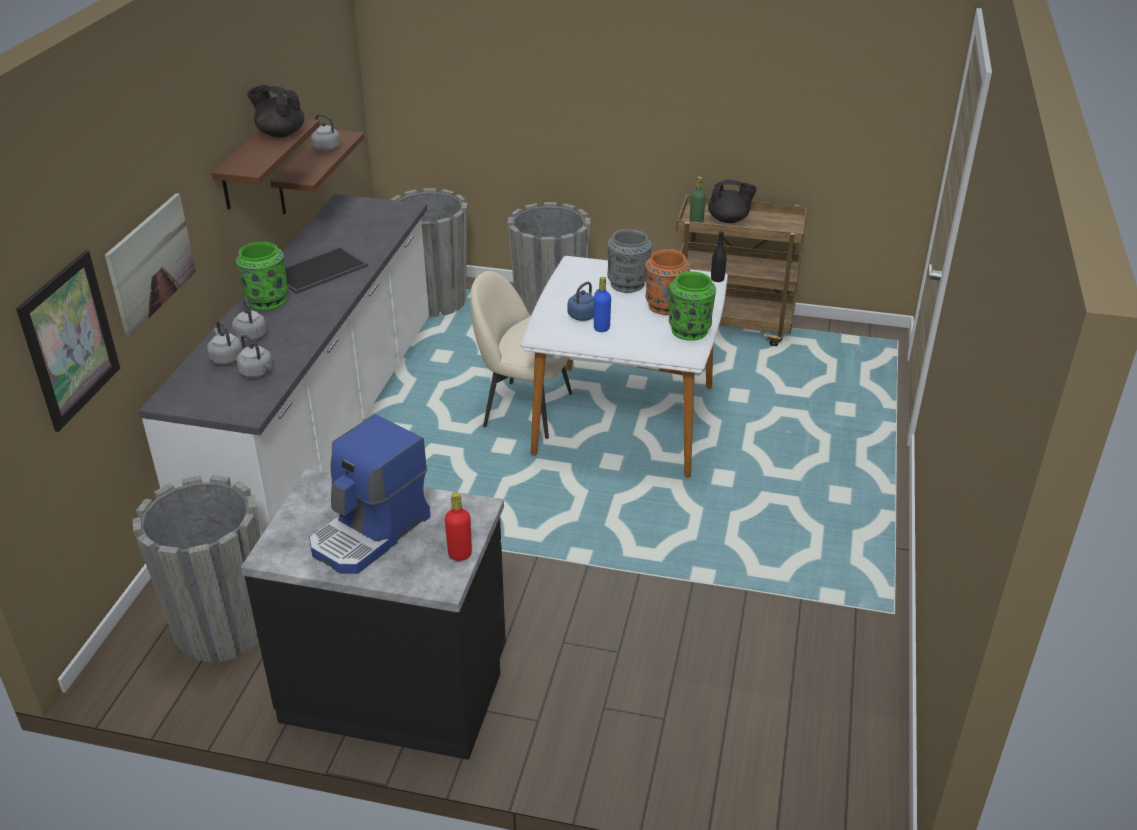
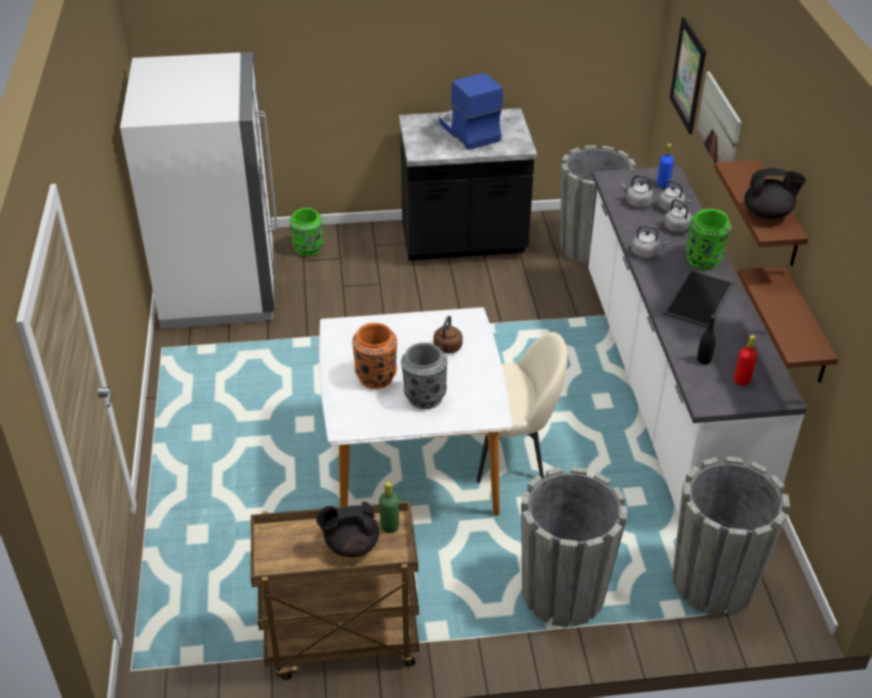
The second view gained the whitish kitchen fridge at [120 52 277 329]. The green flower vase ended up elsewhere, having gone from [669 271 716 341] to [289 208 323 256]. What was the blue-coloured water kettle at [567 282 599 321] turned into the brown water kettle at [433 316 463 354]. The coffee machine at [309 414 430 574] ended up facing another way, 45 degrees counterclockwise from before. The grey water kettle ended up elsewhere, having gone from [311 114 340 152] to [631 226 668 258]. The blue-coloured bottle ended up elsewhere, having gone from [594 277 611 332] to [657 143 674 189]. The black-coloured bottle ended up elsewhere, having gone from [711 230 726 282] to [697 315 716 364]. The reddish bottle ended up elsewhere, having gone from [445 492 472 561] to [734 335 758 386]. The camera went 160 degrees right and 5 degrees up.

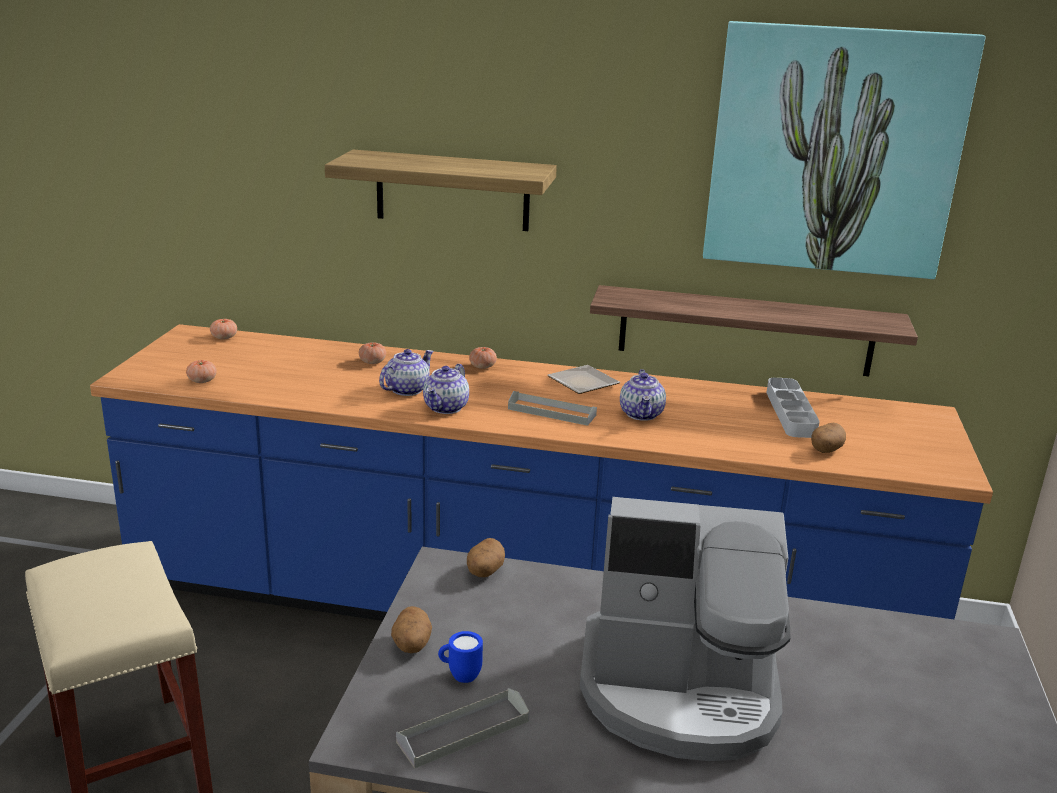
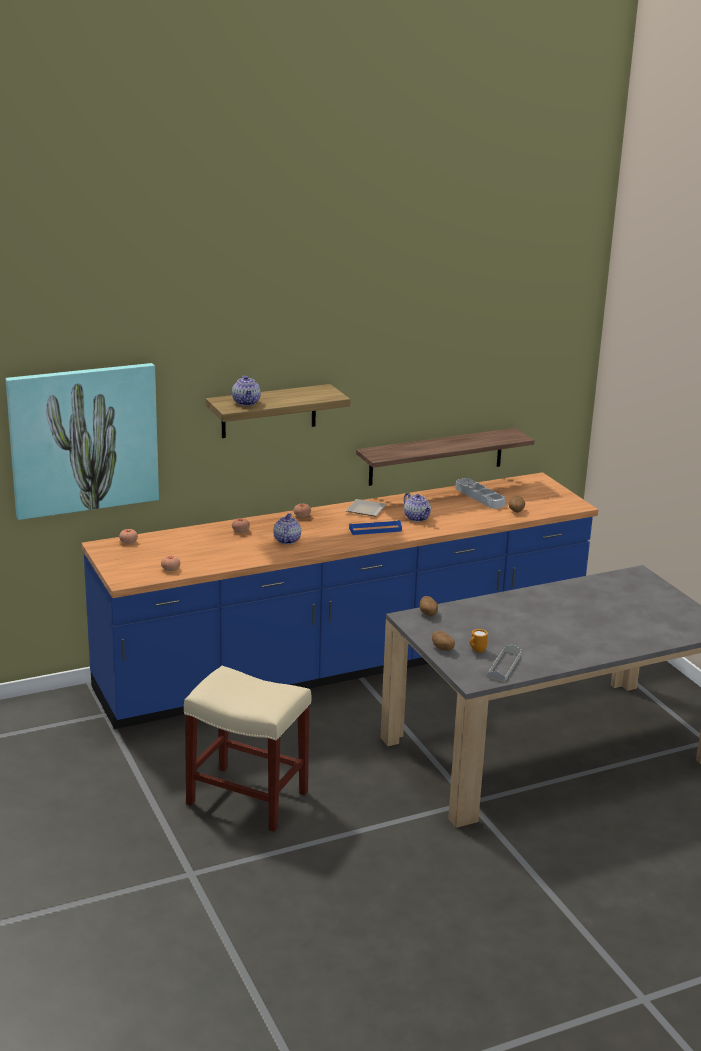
The wall art ended up elsewhere, having gone from [703 21 986 279] to [6 363 159 520]. The tea pot ended up elsewhere, having gone from [423 364 469 414] to [232 375 261 406]. What was the grey tray at [508 391 597 426] turned into the blue-coloured tray at [349 520 402 535]. What was the blue-coloured mug at [438 631 483 683] turned into the orange-coloured mug at [470 629 488 653]. The second view lost the coffee machine at [580 497 790 761]. The camera went 35 degrees left and 0 degrees up.

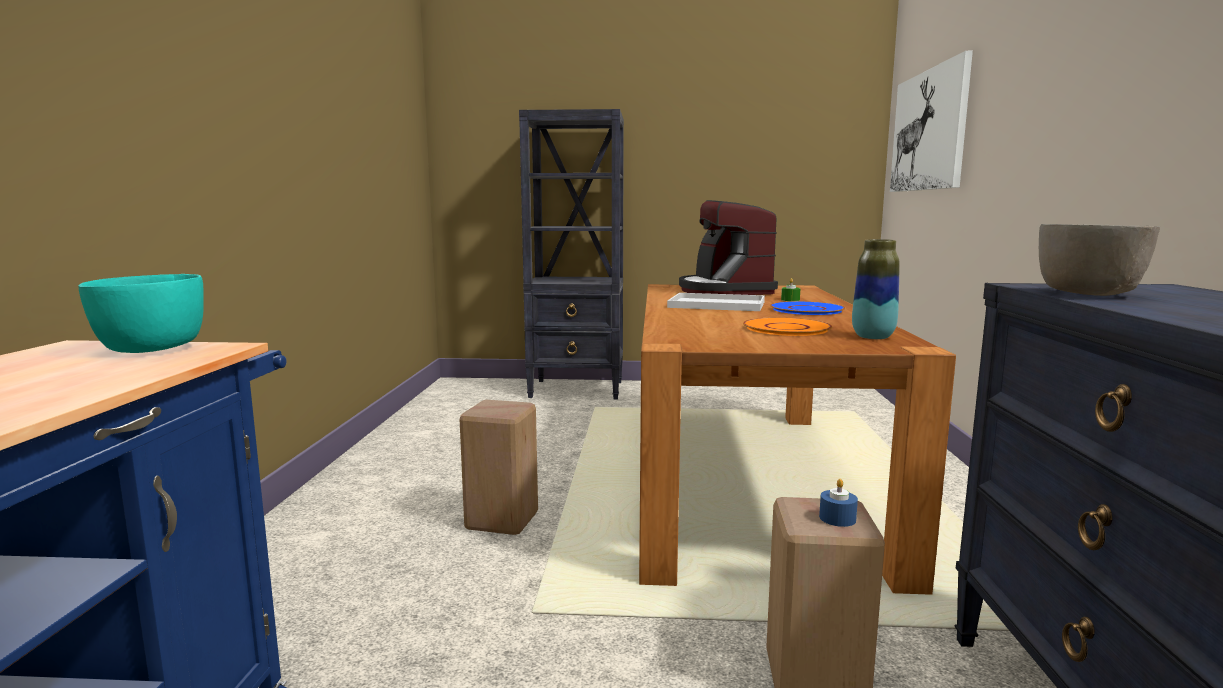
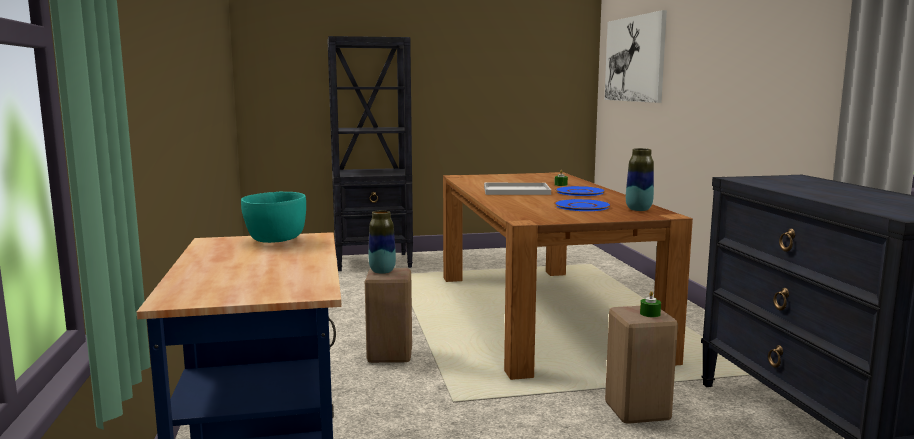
The second view gained the flower vase at [369 210 396 274]. What was the orange-coloured dinner plate at [743 317 832 336] turned into the blue-coloured dinner plate at [554 199 612 211]. What was the blue-coloured wax light at [819 479 858 527] turned into the green wax light at [640 291 661 317]. The second view lost the coffee machine at [679 200 778 295]. The second view lost the grey deep dish at [1039 224 1160 296]. The camera went 15 degrees left and 0 degrees up.

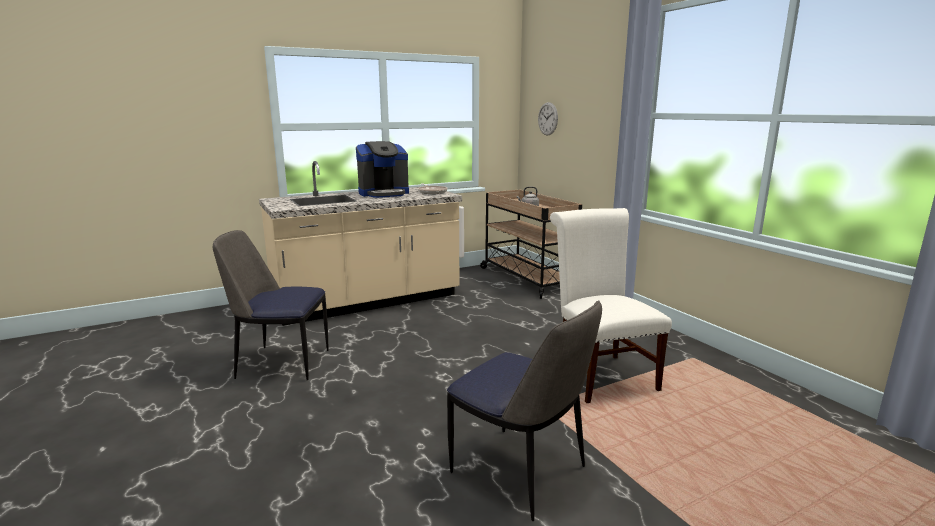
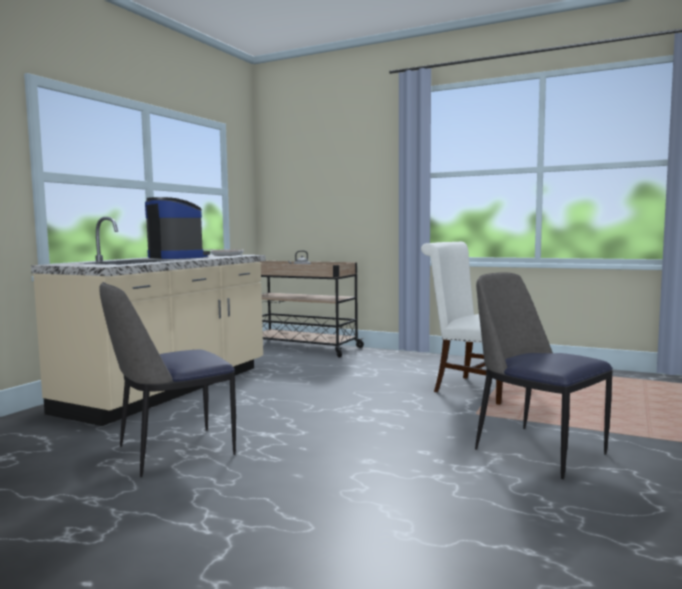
The coffee machine at [356 141 409 198] ended up facing another way, 75 degrees counterclockwise from before. The plain chair at [447 300 602 521] ended up facing another way, 135 degrees counterclockwise from before. The second view lost the hanging clock at [538 102 558 136]. The camera went 35 degrees left and 10 degrees down.

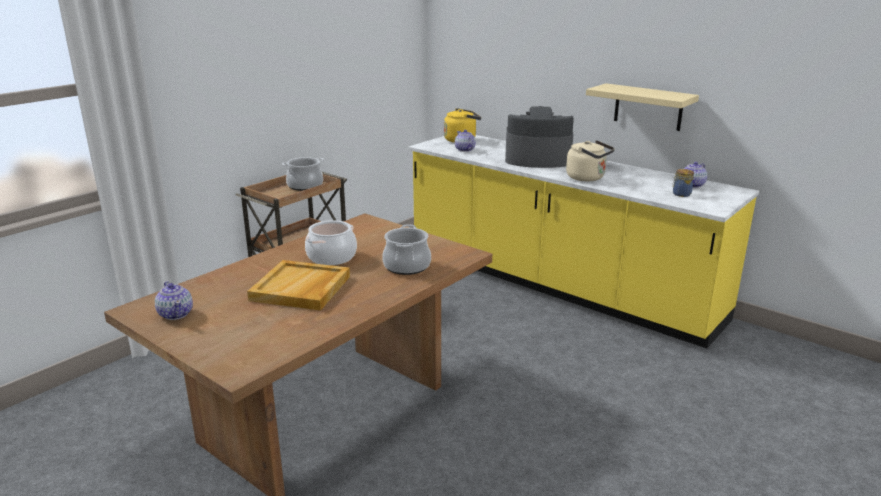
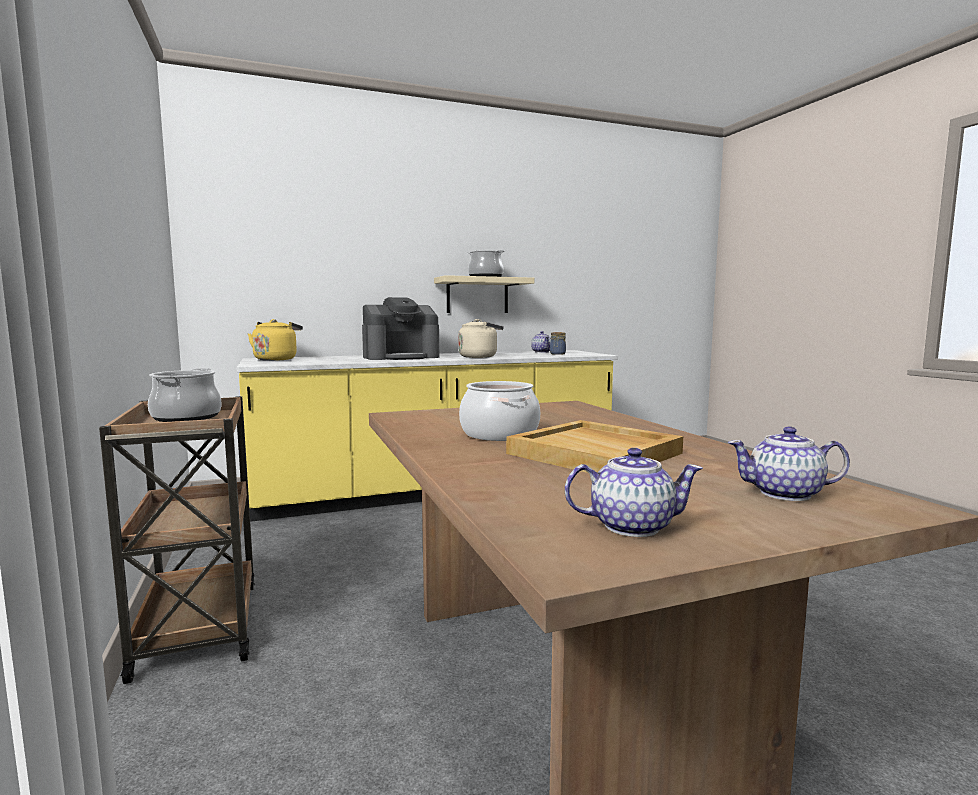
The coffee machine at [505 106 574 168] ended up facing another way, 150 degrees counterclockwise from before. The cooking pot ended up elsewhere, having gone from [382 224 431 275] to [467 250 505 277]. The tea pot ended up elsewhere, having gone from [455 130 476 152] to [728 426 850 501]. The camera went 60 degrees left and 15 degrees down.

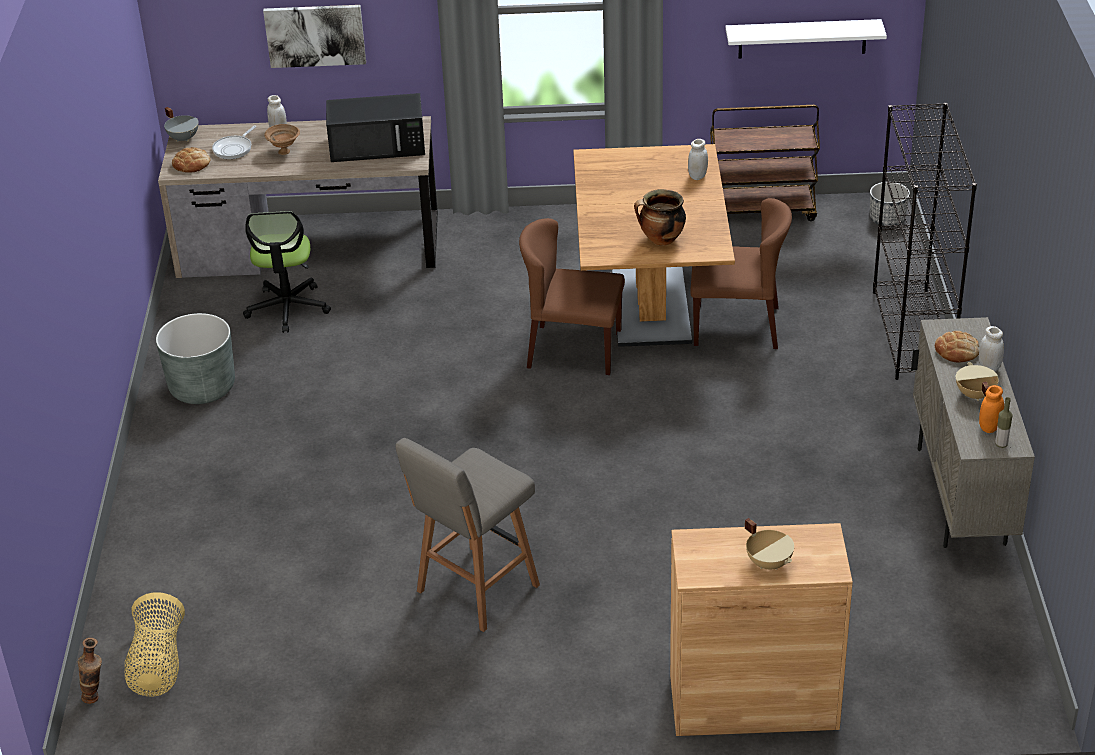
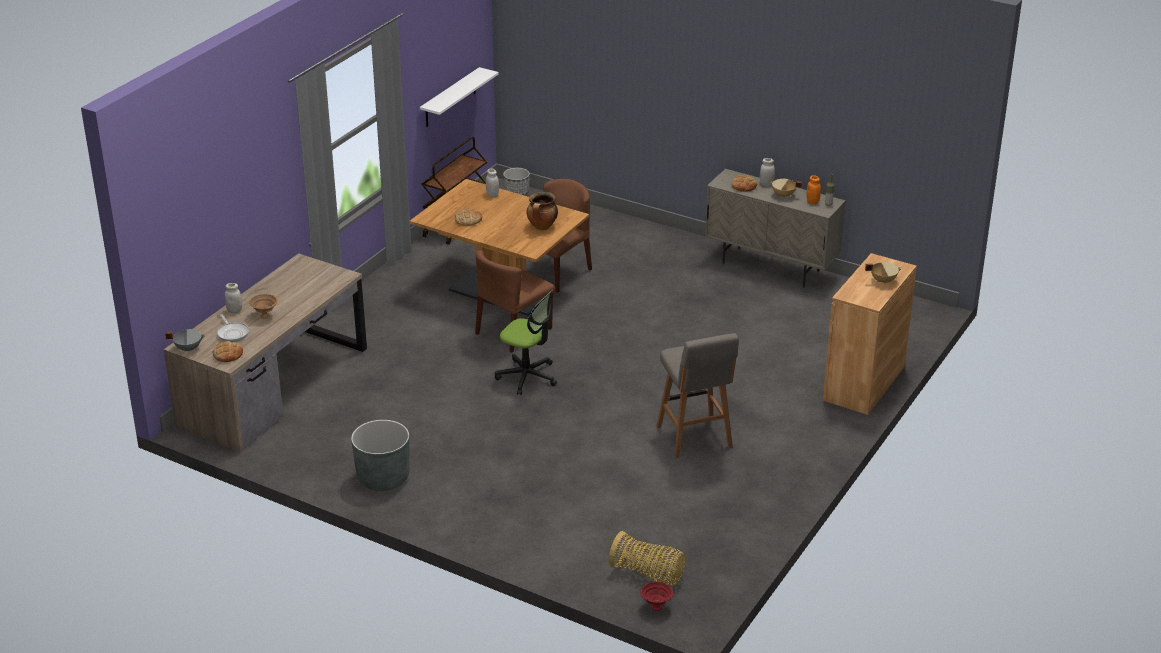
The second view gained the baked bread at [455 209 482 226]. The desk chair ended up elsewhere, having gone from [243 211 331 333] to [495 290 557 395]. Where the flower vase stood at [78 638 102 704], the reddish deep dish came to stand at [640 582 673 611]. The second view lost the wall art at [263 5 366 68]. The second view lost the black-coloured microwave at [326 93 425 162]. The second view lost the black-coloured shelving unit at [873 103 977 380]. The camera went 60 degrees left and 5 degrees down.

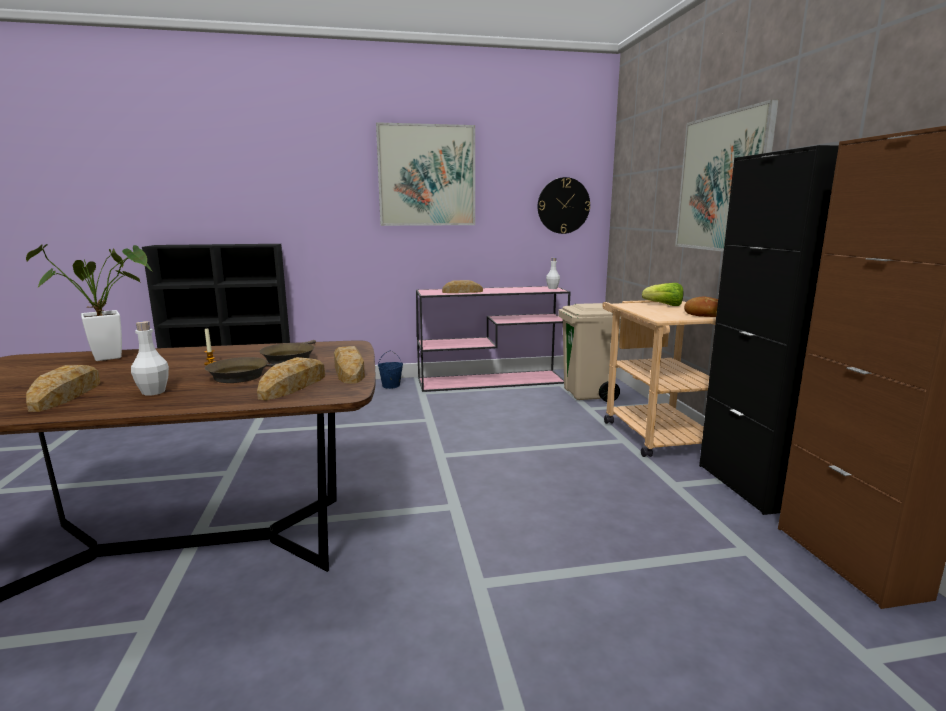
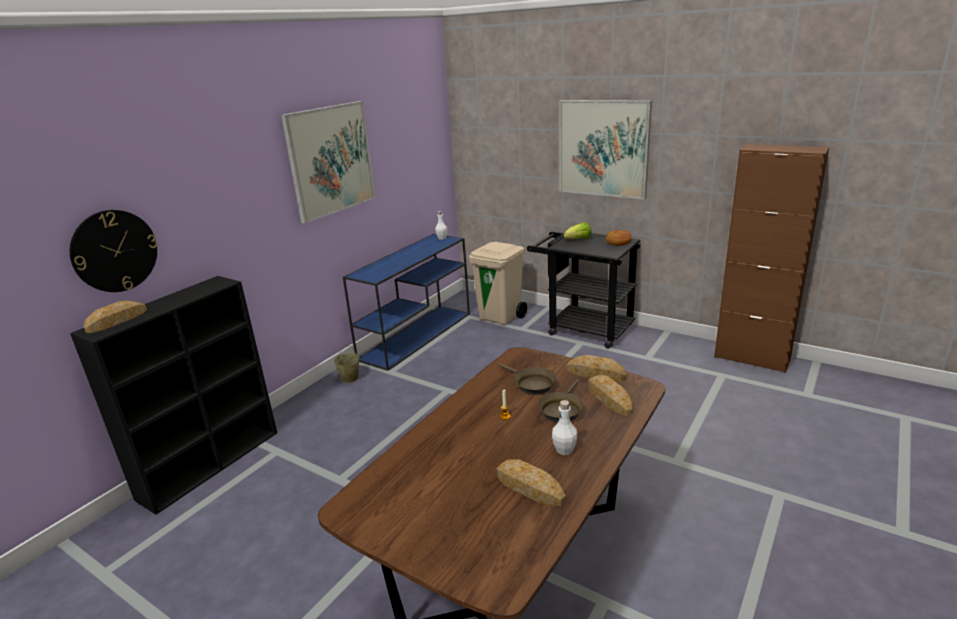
The hanging clock ended up elsewhere, having gone from [538 177 590 234] to [70 210 158 292]. The baked bread ended up elsewhere, having gone from [442 280 483 293] to [84 301 147 333]. What was the blue-coloured pail at [378 351 403 389] turned into the beige pail at [334 345 359 383]. What was the pink-coloured narrow table at [416 286 570 392] turned into the blue-coloured narrow table at [343 234 470 371]. What was the beige cart at [602 300 716 457] turned into the black-coloured cart at [527 232 640 348]. The second view lost the houseplant at [26 244 154 361]. The second view lost the black-coloured cupboard at [699 145 839 515]. The camera went 45 degrees left and 10 degrees up.

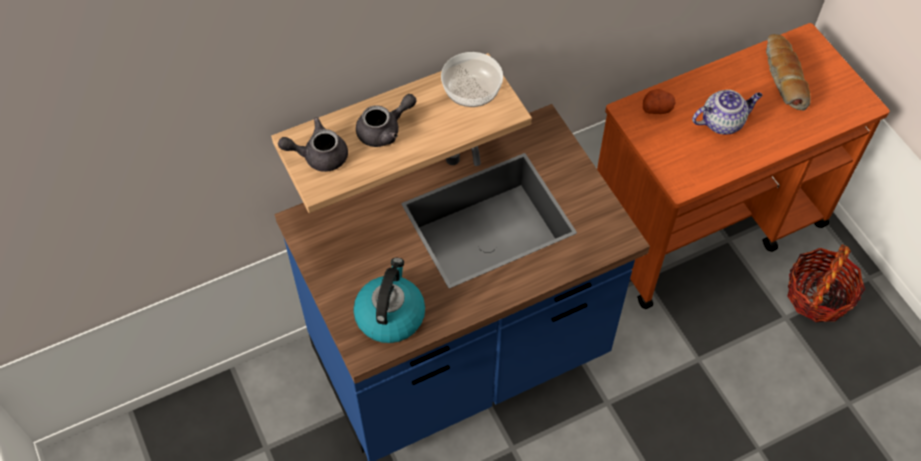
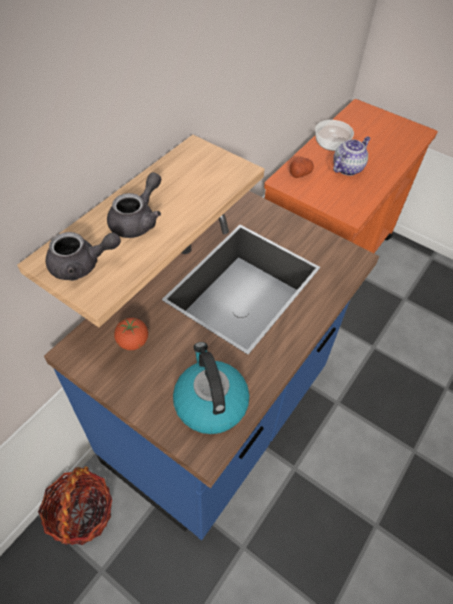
The basket ended up elsewhere, having gone from [787 244 865 322] to [38 467 112 545]. The grey tea pot at [278 117 348 172] ended up facing another way, 150 degrees counterclockwise from before. The second view gained the tomato at [114 318 148 350]. The deep dish ended up elsewhere, having gone from [441 52 503 107] to [315 120 354 151]. The second view lost the baked bread at [766 34 811 111]. The camera went 30 degrees left and 5 degrees down.

